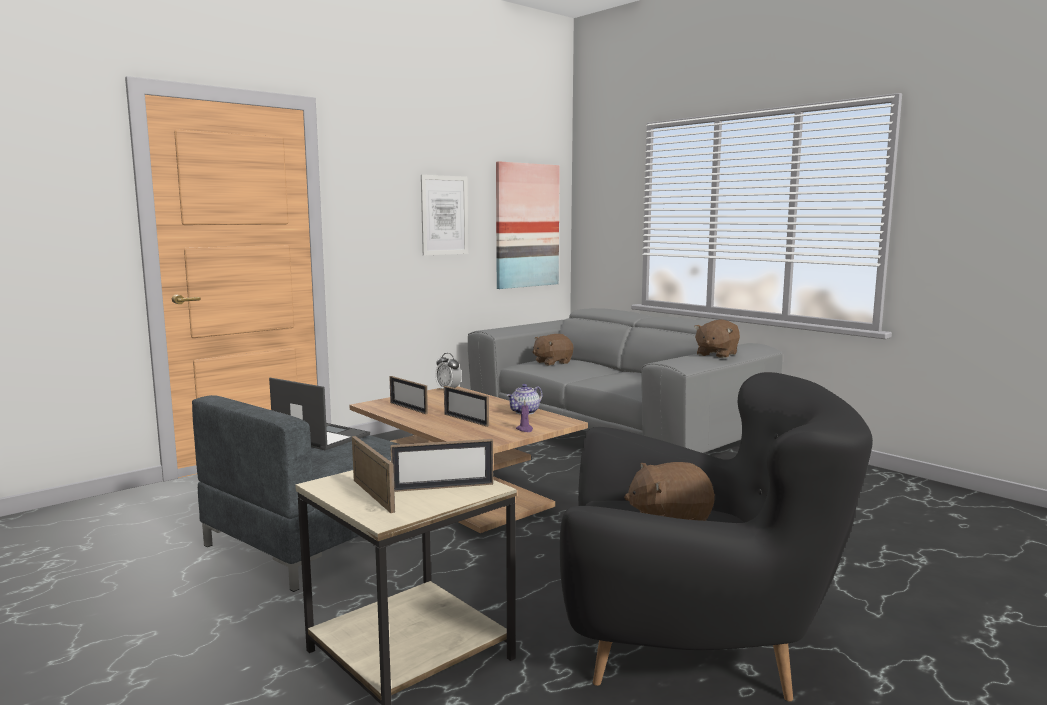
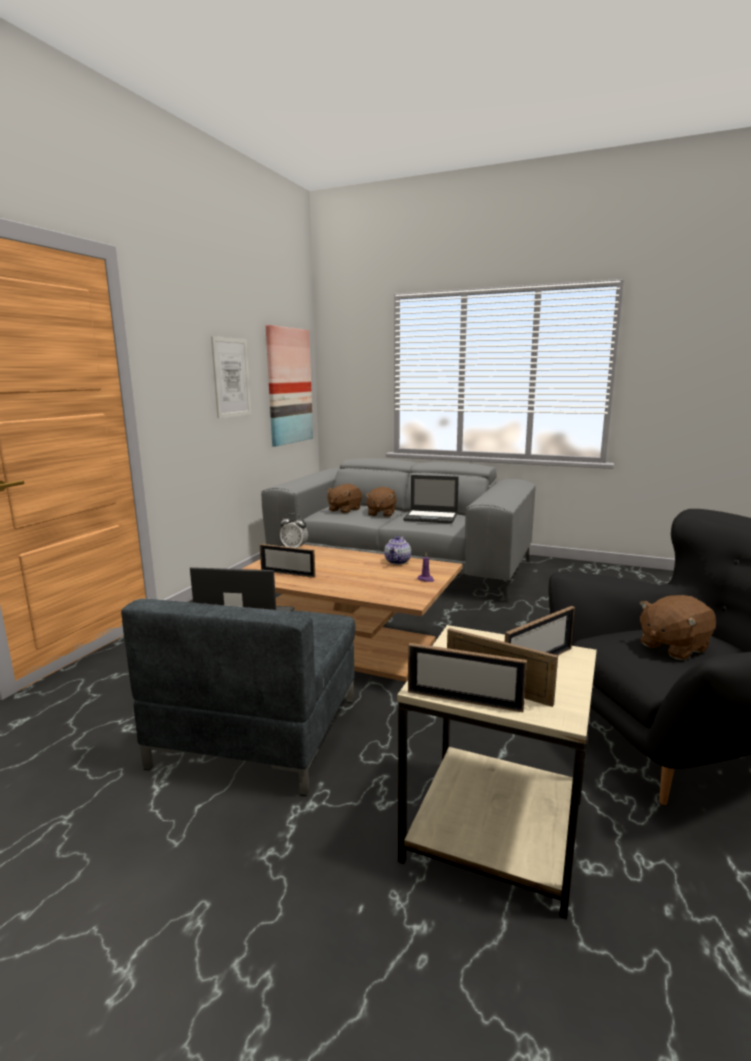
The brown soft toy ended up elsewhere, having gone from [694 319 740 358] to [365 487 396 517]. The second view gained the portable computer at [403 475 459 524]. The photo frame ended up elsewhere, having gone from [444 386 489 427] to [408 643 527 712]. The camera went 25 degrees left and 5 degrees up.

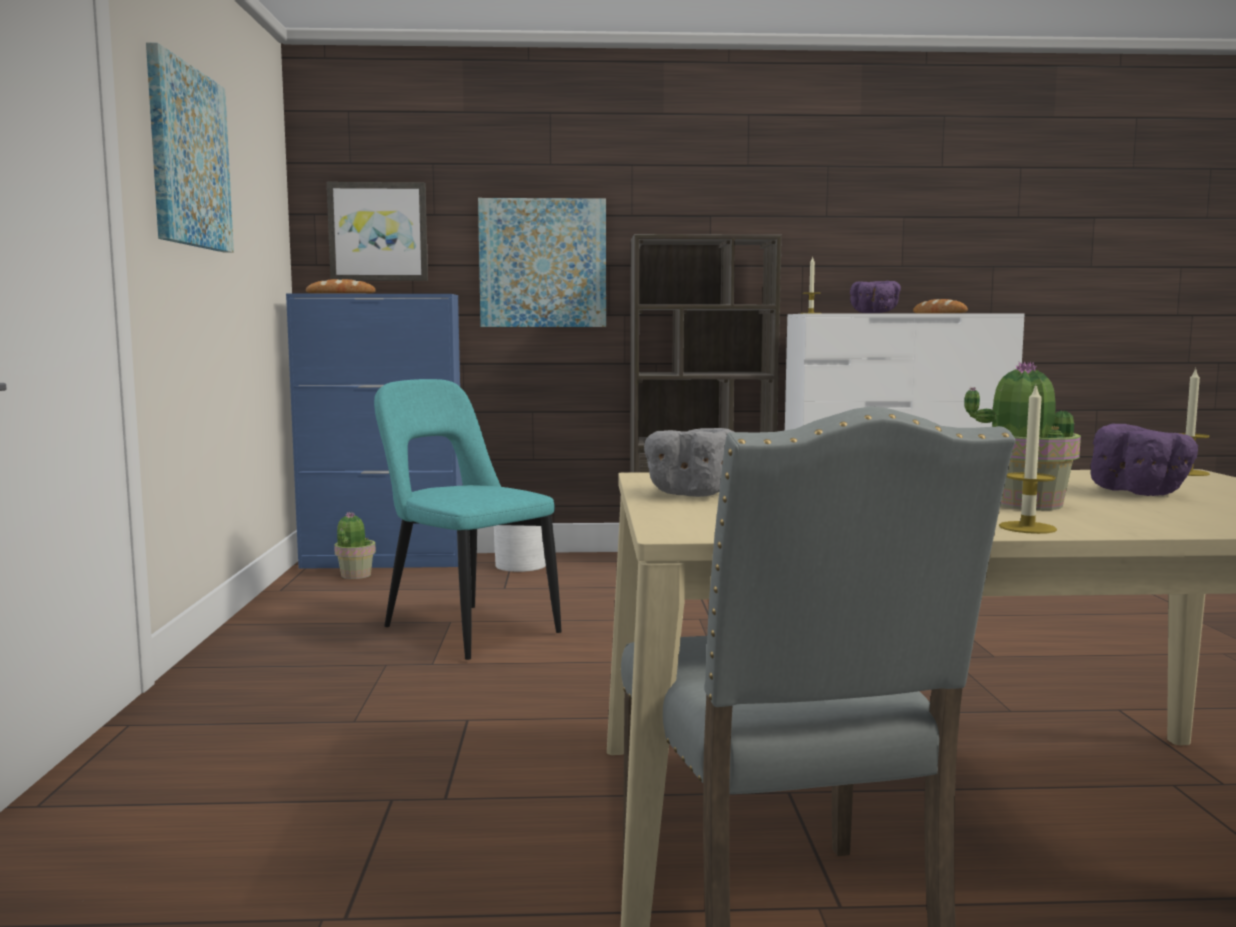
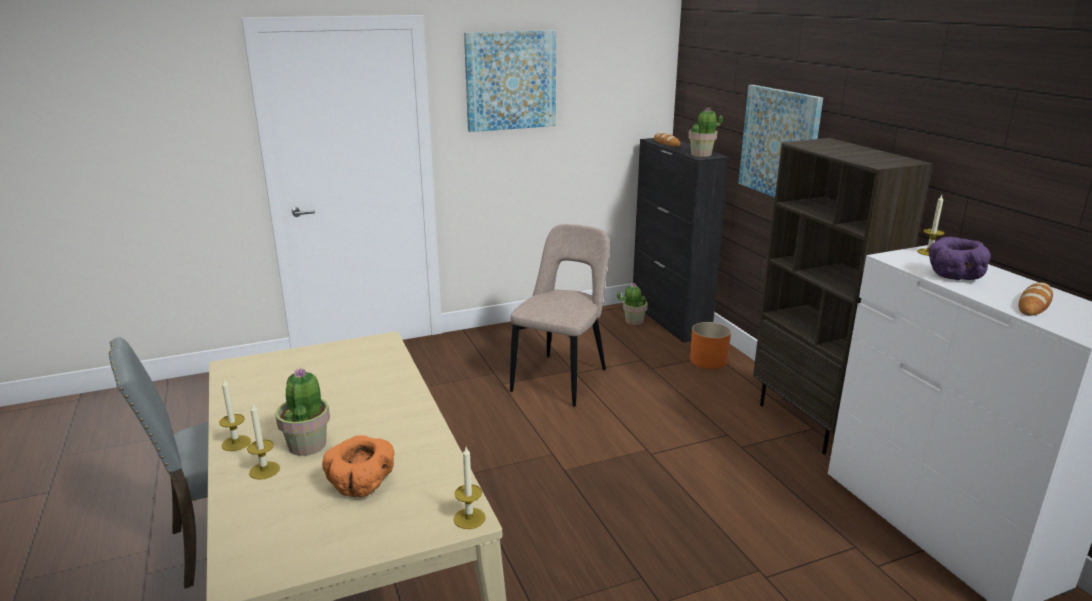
The second view gained the wax light at [247 404 280 480]. What was the purplish deep dish at [1090 424 1198 496] turned into the orange-coloured deep dish at [322 435 394 497]. What was the turquoise plain chair at [374 379 562 660] turned into the beige plain chair at [510 224 610 407]. What was the blue-coloured cupboard at [286 294 462 569] turned into the black-coloured cupboard at [633 138 729 343]. The second view gained the houseplant at [688 108 723 157]. What was the whitish plant pot at [494 525 546 572] turned into the orange-coloured plant pot at [690 322 731 369]. The second view lost the wall art at [327 182 428 281]. The second view lost the grey deep dish at [644 428 734 497]. The camera went 70 degrees right and 15 degrees up.

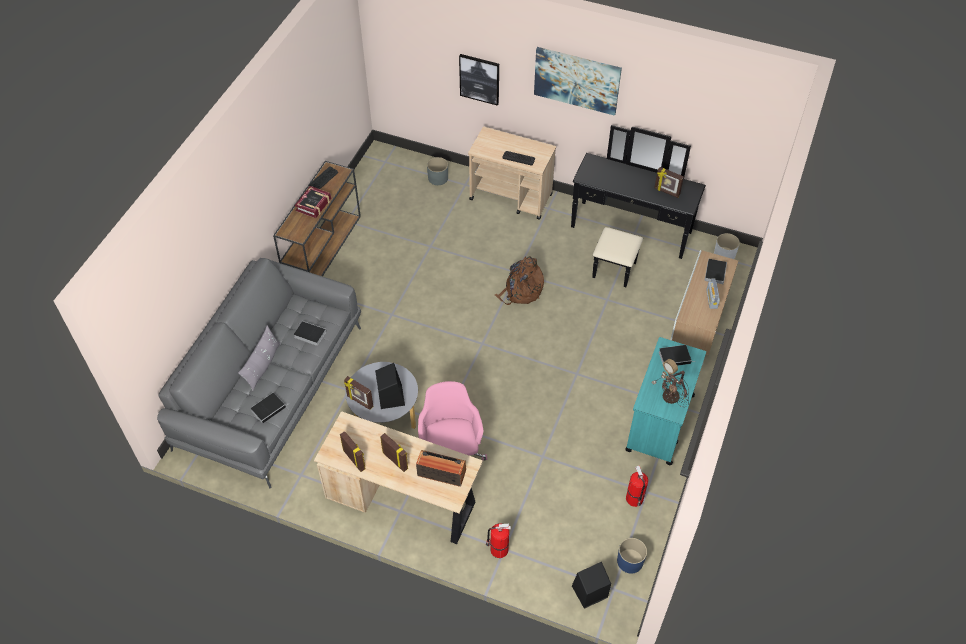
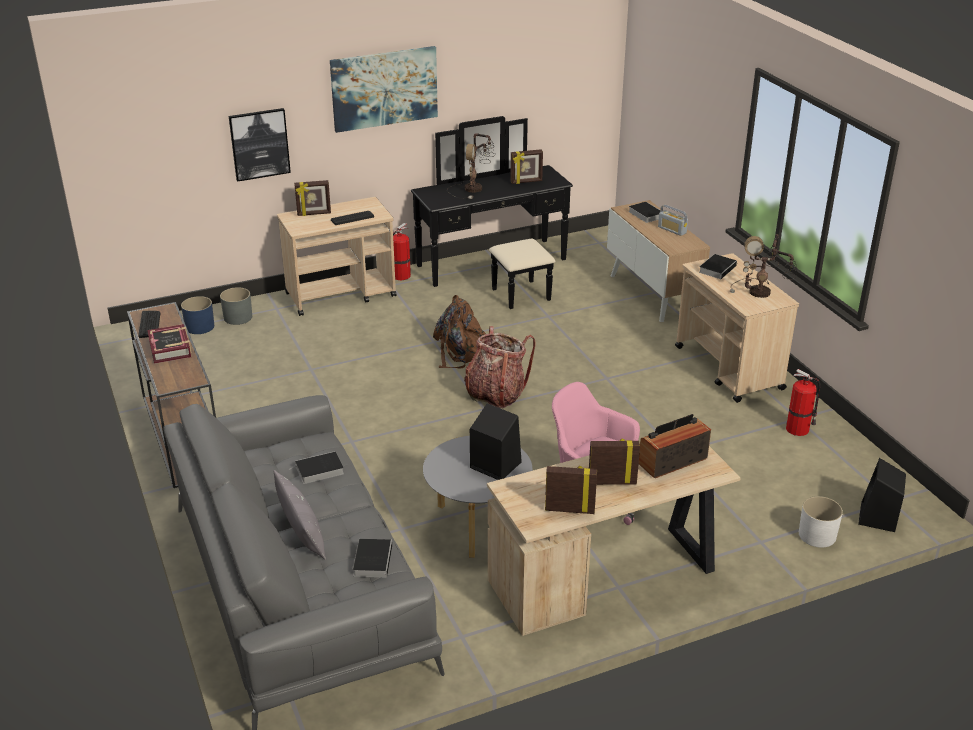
The blue-coloured plant pot ended up elsewhere, having gone from [617 538 647 573] to [181 296 214 334]. The photo frame ended up elsewhere, having gone from [344 376 373 410] to [294 180 331 216]. The fire extinguisher ended up elsewhere, having gone from [486 523 511 558] to [393 223 411 280]. The second view gained the lamp for a table at [447 133 495 199]. The second view gained the knapsack at [464 326 536 409]. What was the turquoise cart at [625 337 706 465] turned into the beige cart at [675 253 799 403]. The whitish plant pot ended up elsewhere, having gone from [714 233 740 259] to [799 496 843 548]. The camera went 45 degrees left and 20 degrees down.

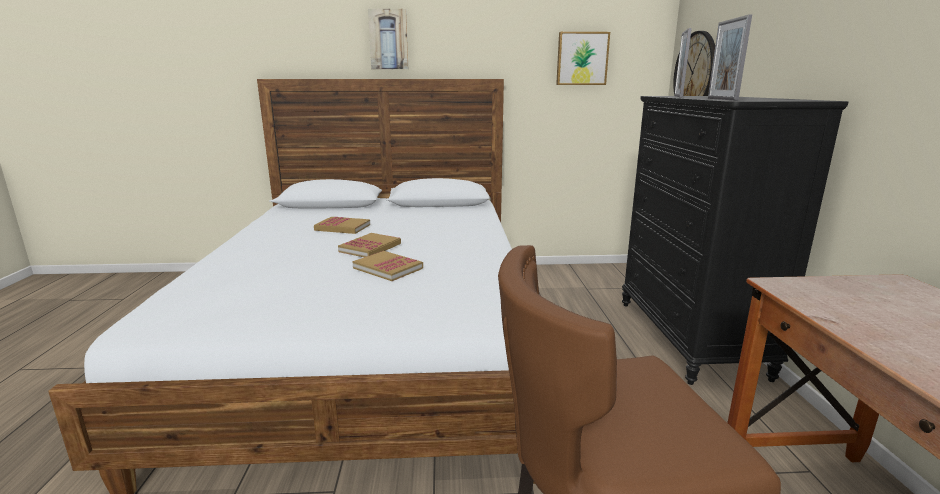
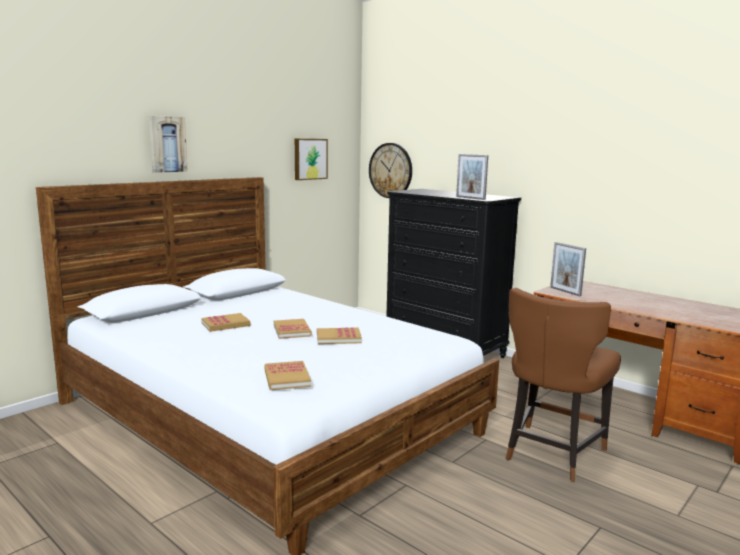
The second view gained the book at [264 361 311 390]. The photo frame ended up elsewhere, having gone from [674 28 692 97] to [550 242 586 296]. The camera went 45 degrees left and 5 degrees down.

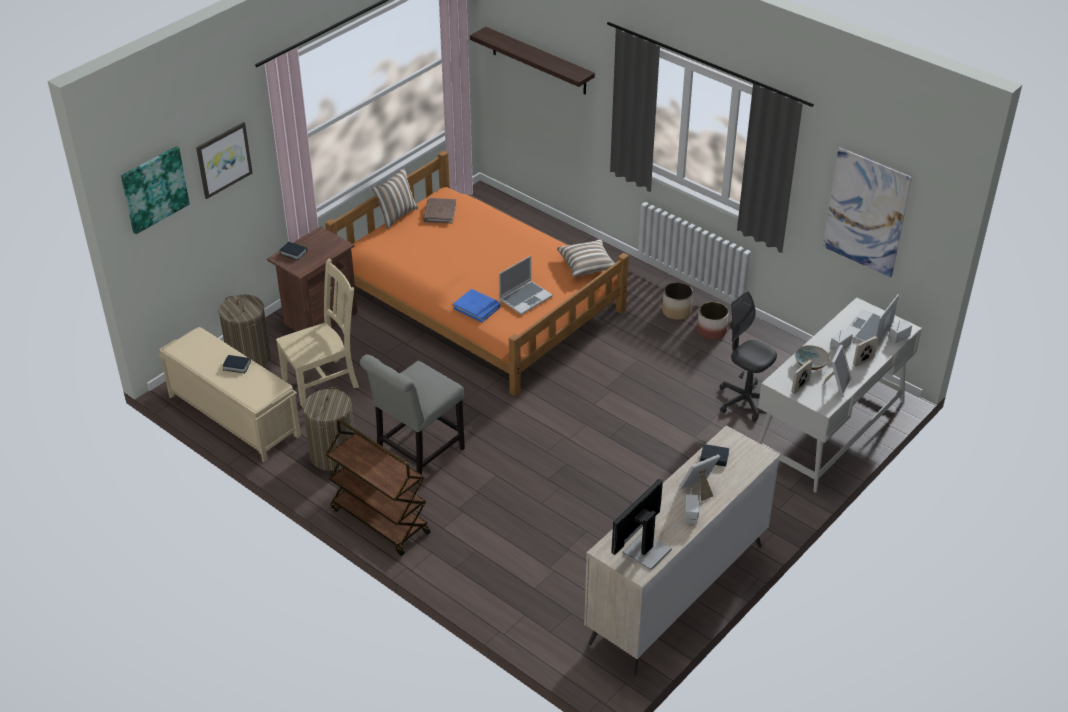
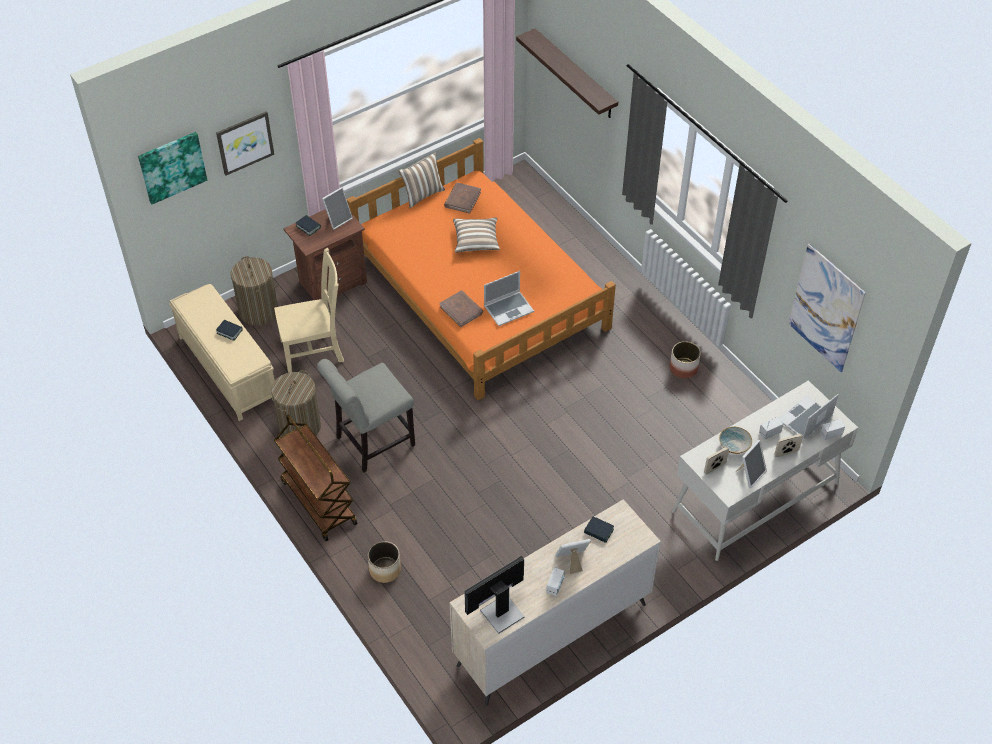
The second view gained the photo frame at [322 187 353 230]. The plant pot ended up elsewhere, having gone from [662 282 693 320] to [368 541 401 583]. What was the blue-coloured book at [453 289 501 323] turned into the brown book at [439 290 483 327]. The cushion ended up elsewhere, having gone from [557 239 615 277] to [453 217 500 253]. The second view lost the grey desk chair at [720 291 777 422]. The camera went 15 degrees right and 10 degrees up.

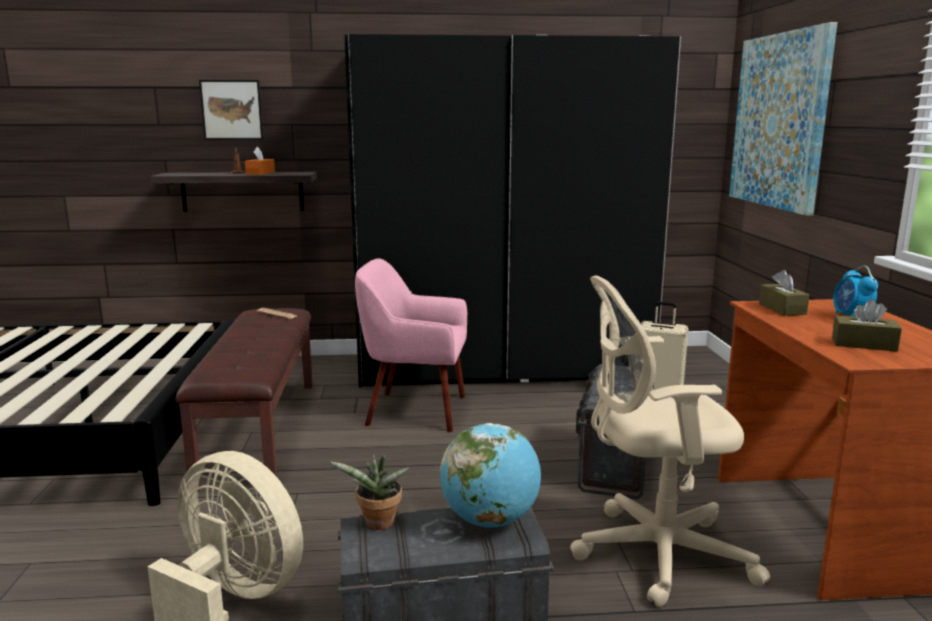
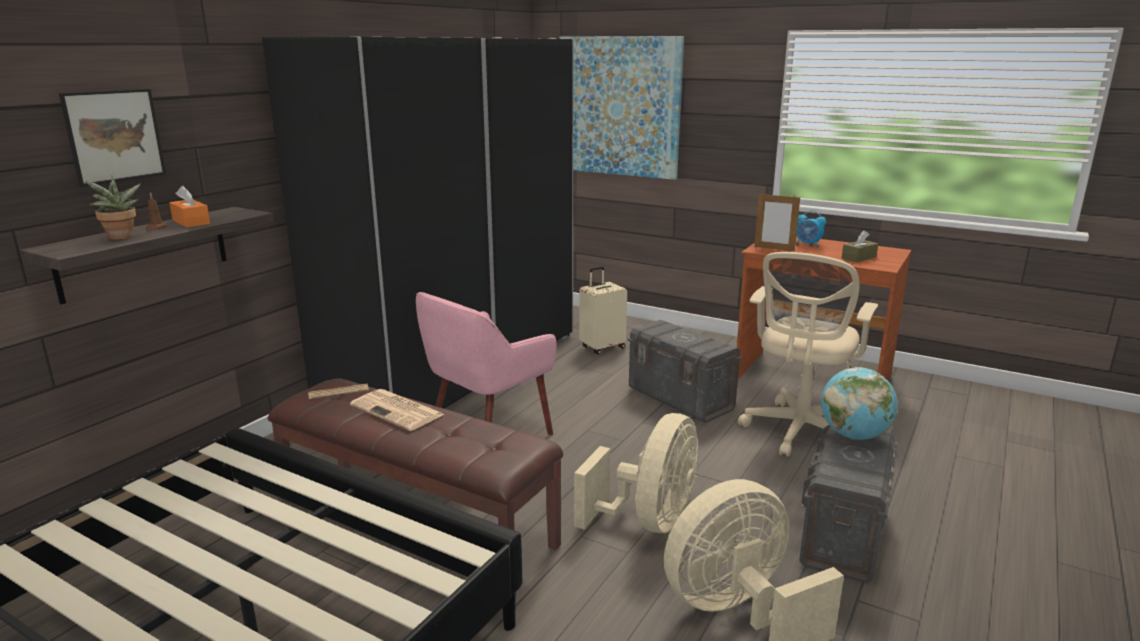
The houseplant ended up elsewhere, having gone from [329 453 409 530] to [85 175 141 240]. The second view gained the newspaper at [350 389 445 431]. The second view gained the beige electric fan at [574 413 698 533]. Where the brown box of tissues stood at [759 270 809 316], the photo frame came to stand at [754 194 800 251]. The camera went 55 degrees left and 5 degrees up.

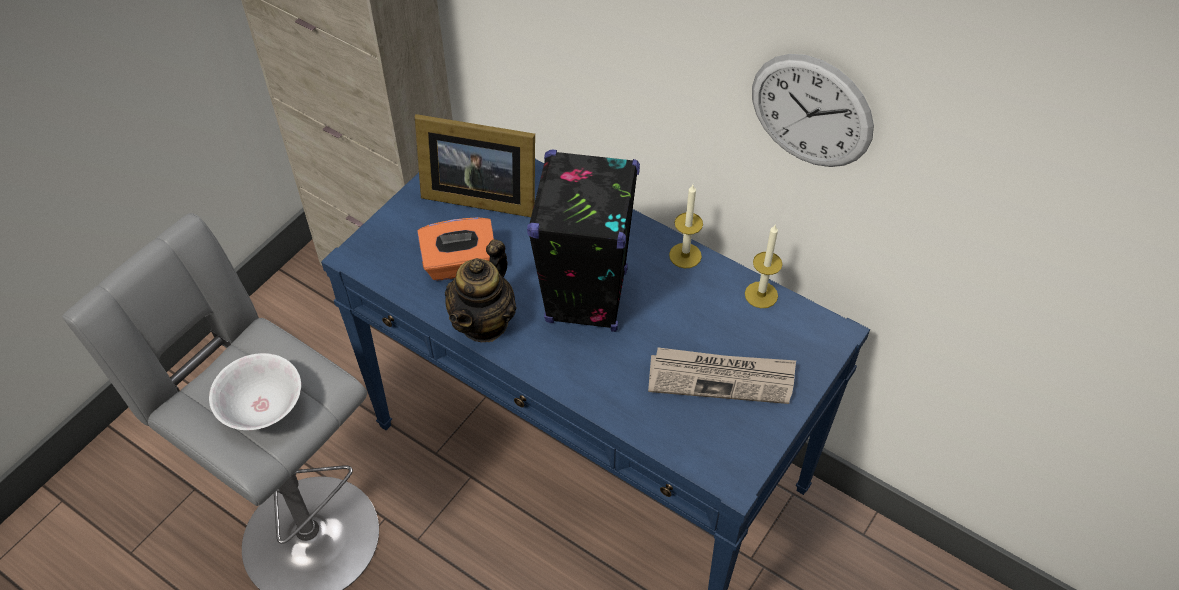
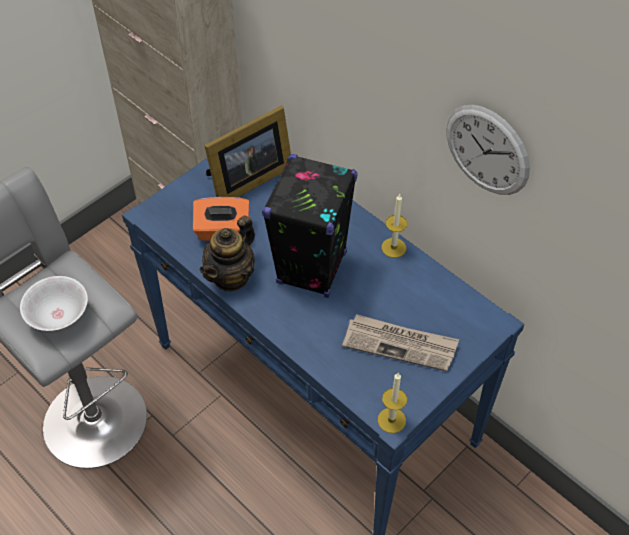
The photo frame at [415 114 535 217] ended up facing another way, 60 degrees counterclockwise from before. The wax light ended up elsewhere, having gone from [745 225 782 308] to [378 373 407 433]. The camera went 10 degrees right and 0 degrees up.

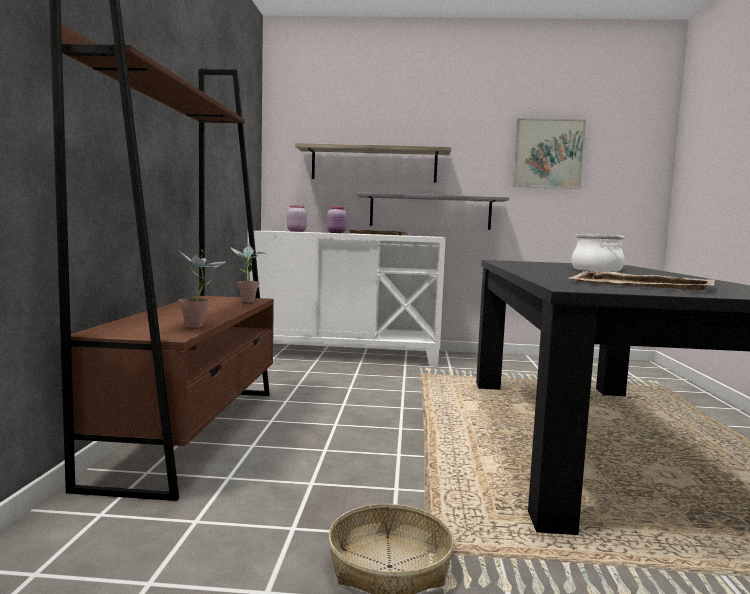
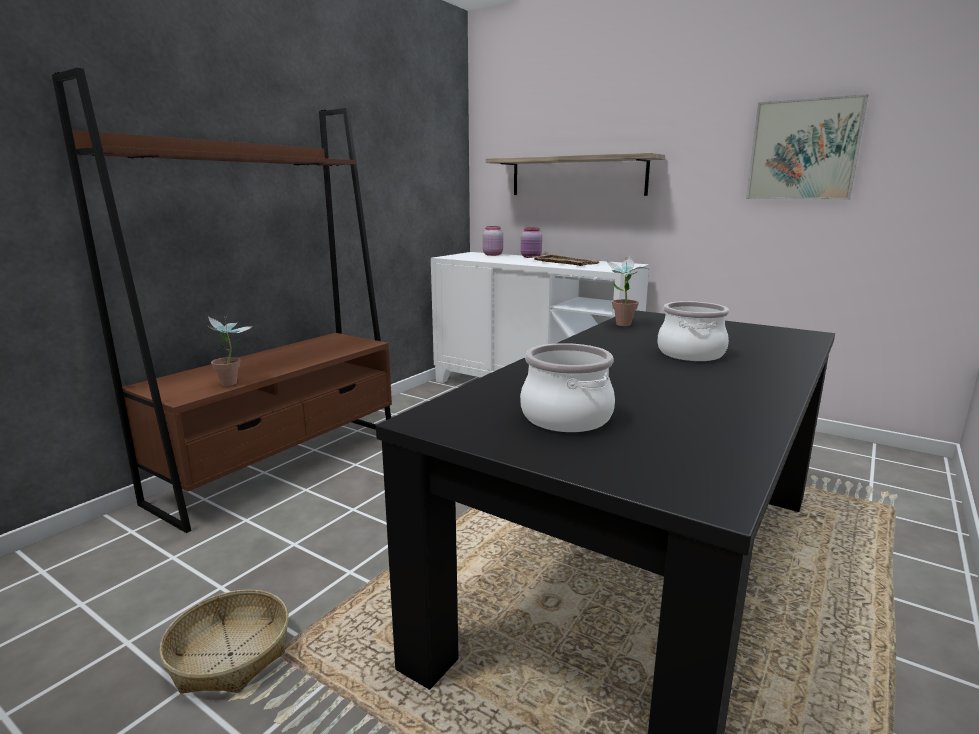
Where the beige tray stood at [570 271 715 290], the cooking pot came to stand at [520 343 615 432]. The houseplant ended up elsewhere, having gone from [230 245 266 302] to [606 256 648 326]. The second view lost the grey wall shelf at [356 193 509 230]. The camera went 30 degrees right and 10 degrees up.

